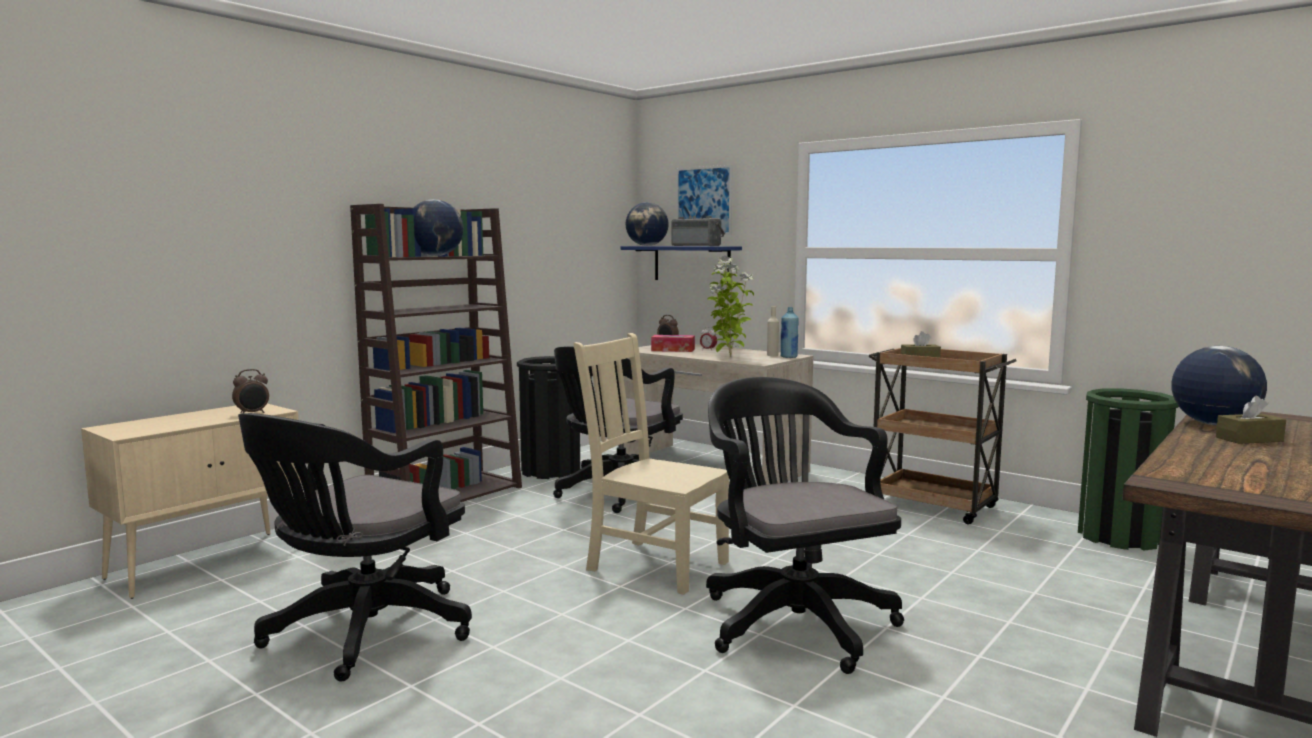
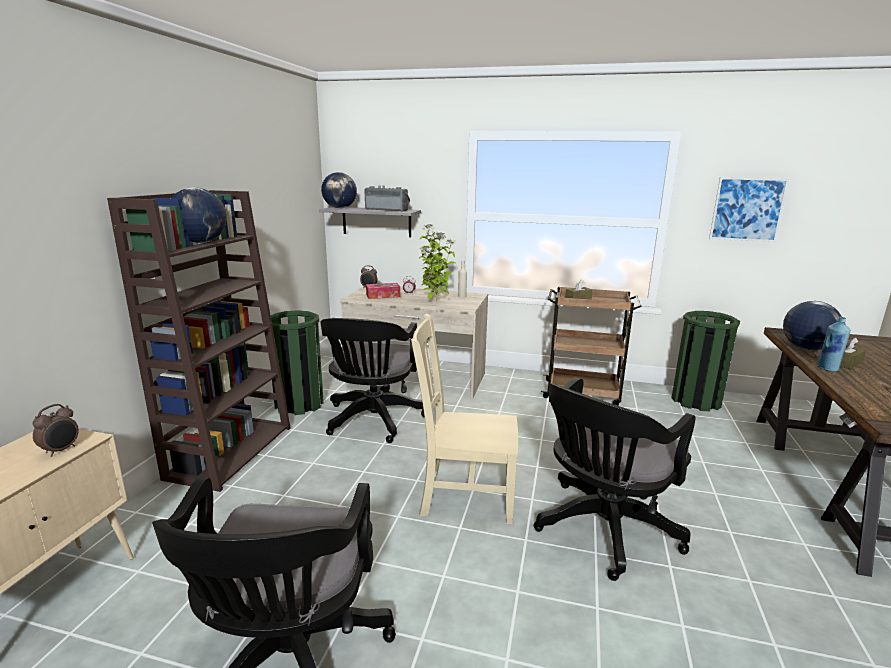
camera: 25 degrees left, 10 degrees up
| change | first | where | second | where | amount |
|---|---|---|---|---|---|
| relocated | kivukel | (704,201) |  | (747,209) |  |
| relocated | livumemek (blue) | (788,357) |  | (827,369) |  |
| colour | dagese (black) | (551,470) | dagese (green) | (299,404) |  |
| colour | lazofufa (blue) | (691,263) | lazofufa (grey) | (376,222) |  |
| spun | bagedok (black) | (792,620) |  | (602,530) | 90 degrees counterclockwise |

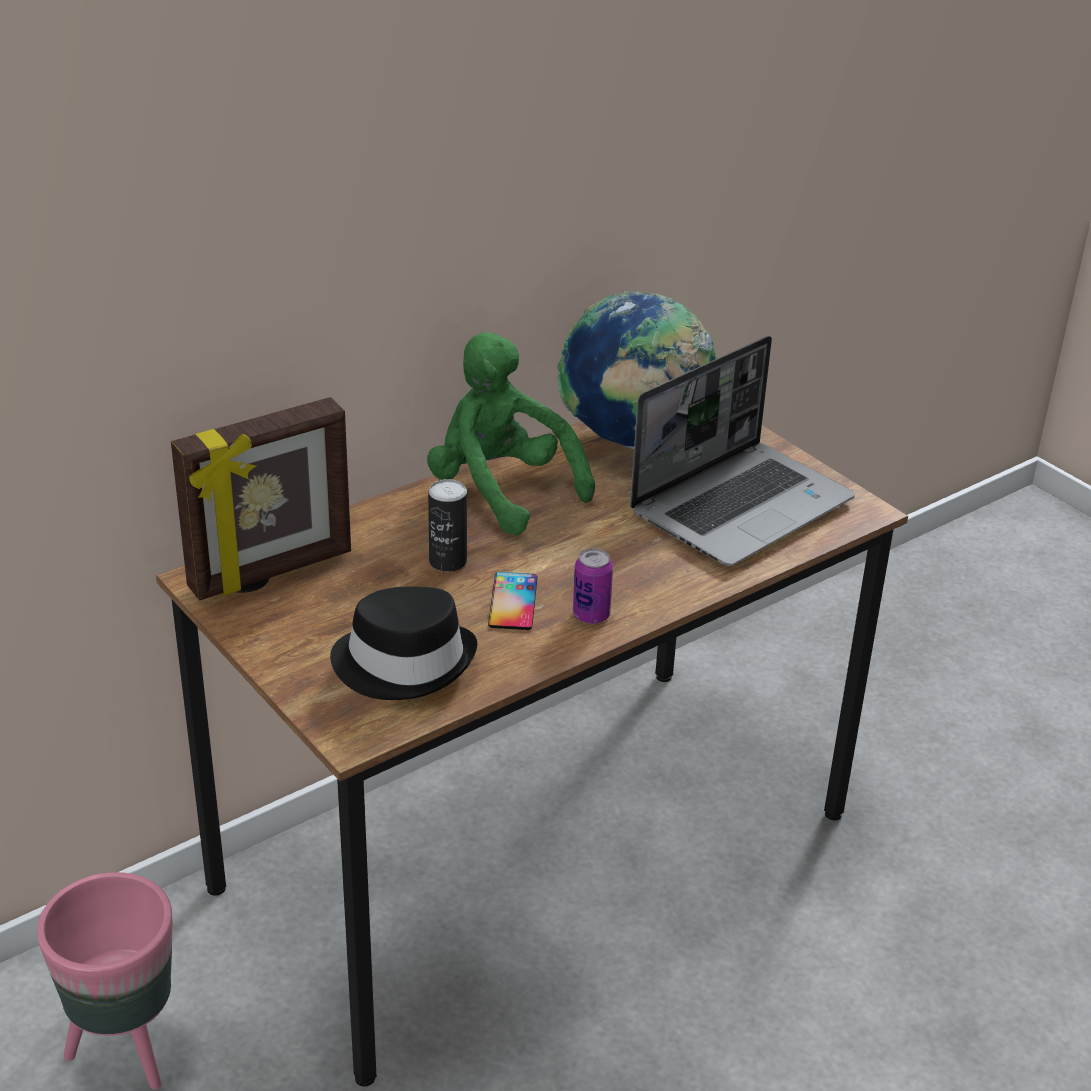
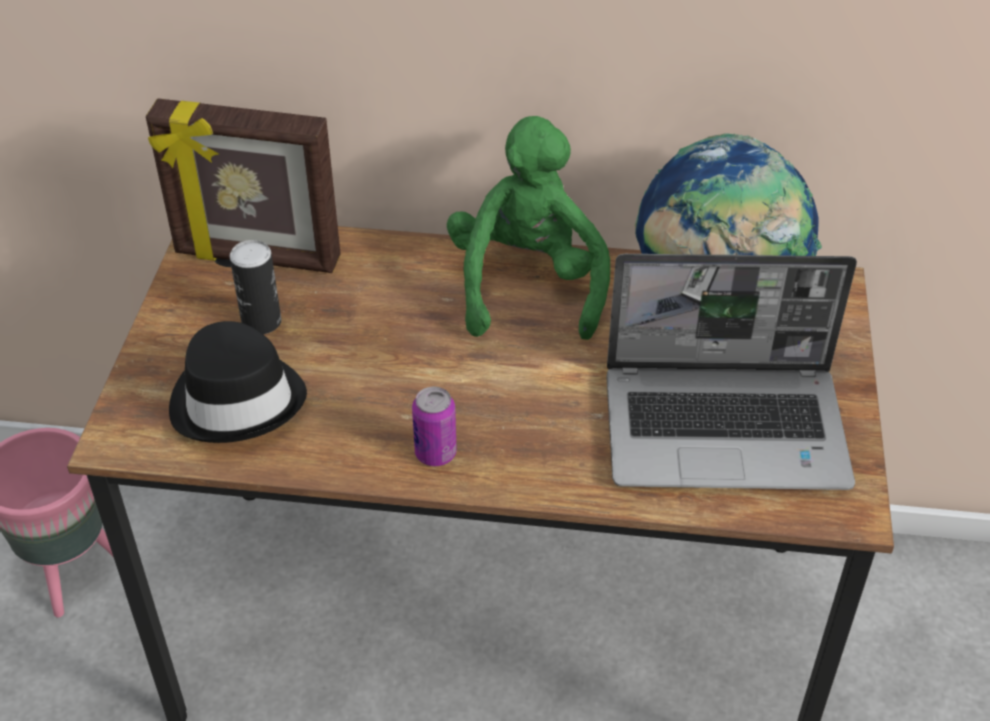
camera: 45 degrees right, 10 degrees up
| change | first | where | second | where | amount |
|---|---|---|---|---|---|
| missing | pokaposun | (513,601) |  |  |  |
| relocated | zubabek | (448,561) |  | (261,322) |  |

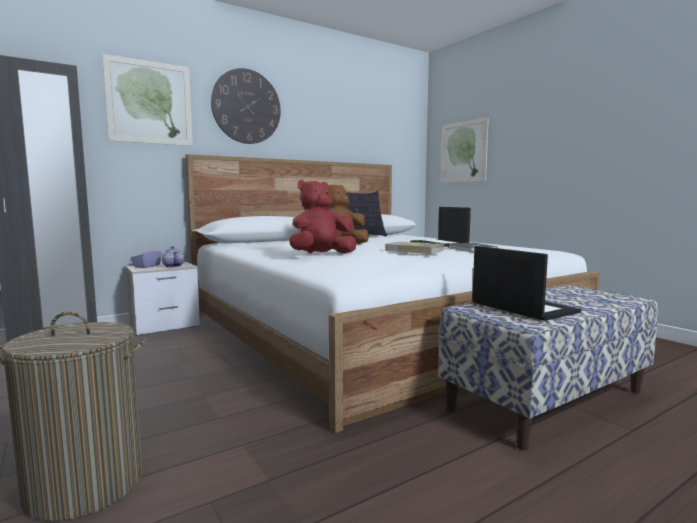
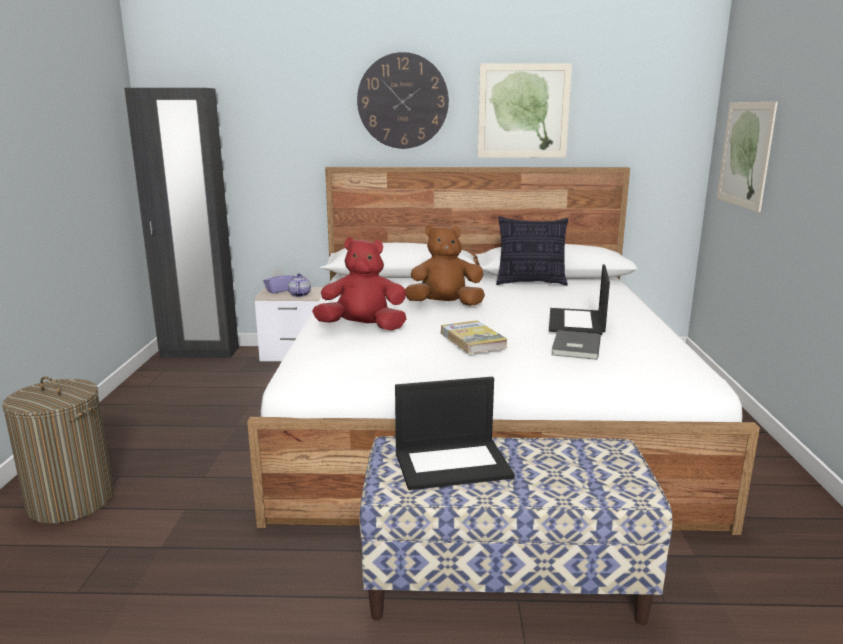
camera: 35 degrees right, 10 degrees up
| change | first | where | second | where | amount |
|---|---|---|---|---|---|
| relocated | kivukel | (150,102) |  | (523,111) |  |
| spun | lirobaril | (522,307) |  | (453,463) | 75 degrees clockwise |

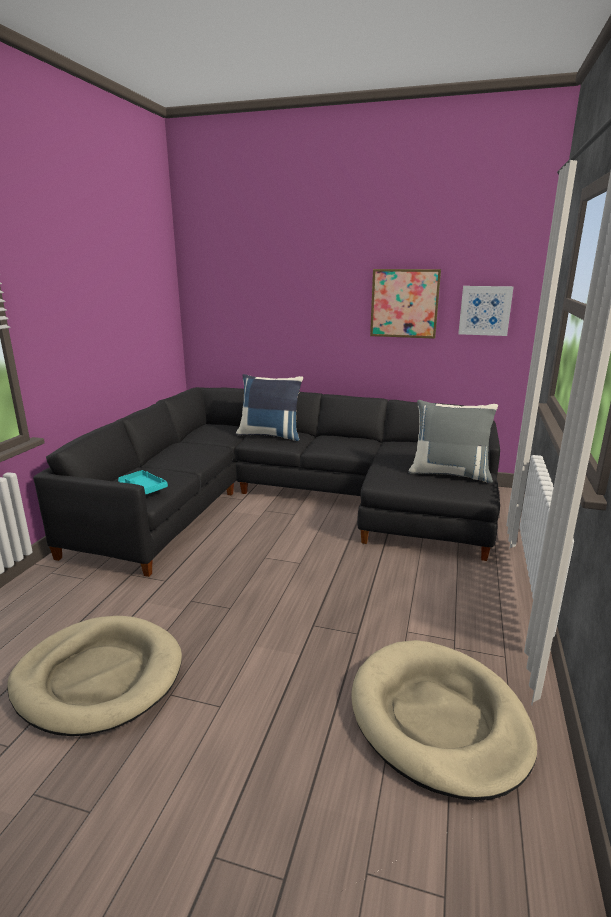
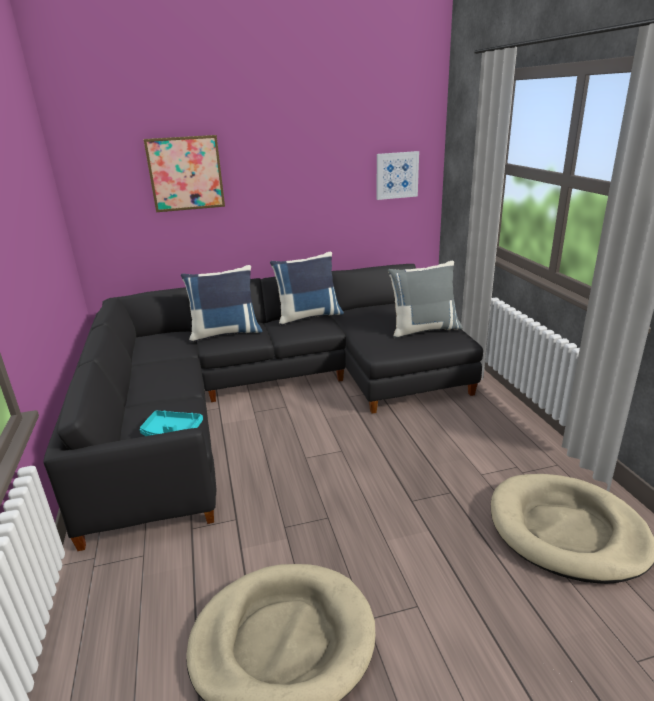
camera: 30 degrees left, 5 degrees up
| change | first | where | second | where | amount |
|---|---|---|---|---|---|
| appeared |  |  | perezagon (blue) | (308,316) |  |
| relocated | kivukel | (404,303) |  | (185,173) |  |

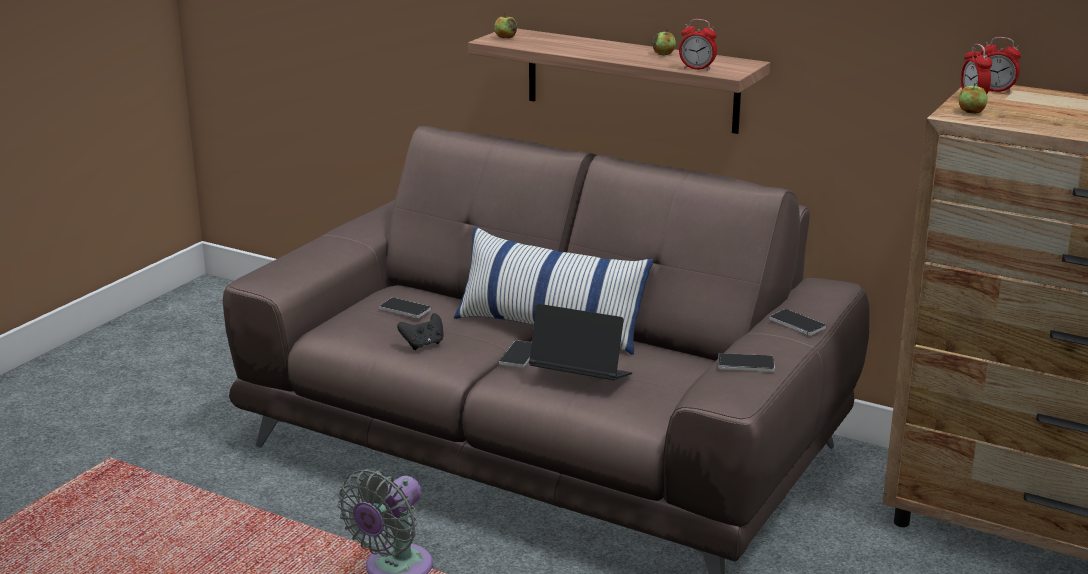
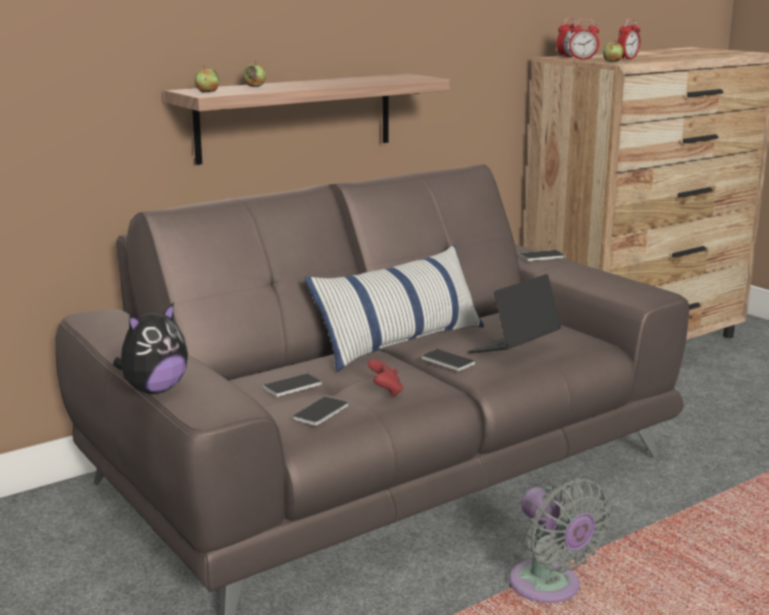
camera: 65 degrees left, 5 degrees down
| change | first | where | second | where | amount |
|---|---|---|---|---|---|
| appeared |  |  | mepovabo | (154,390) |  |
| relocated | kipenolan | (663,54) |  | (255,86) |  |
| relocated | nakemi | (697,68) |  | (627,59) |  |
| relocated | pokaposun | (745,364) |  | (321,412) |  |
| colour | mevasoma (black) | (423,344) | mevasoma (red) | (386,392) |  |

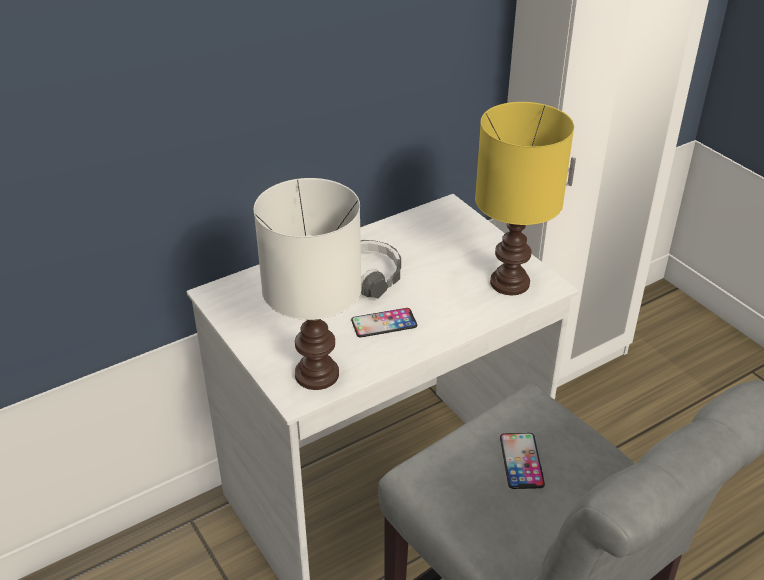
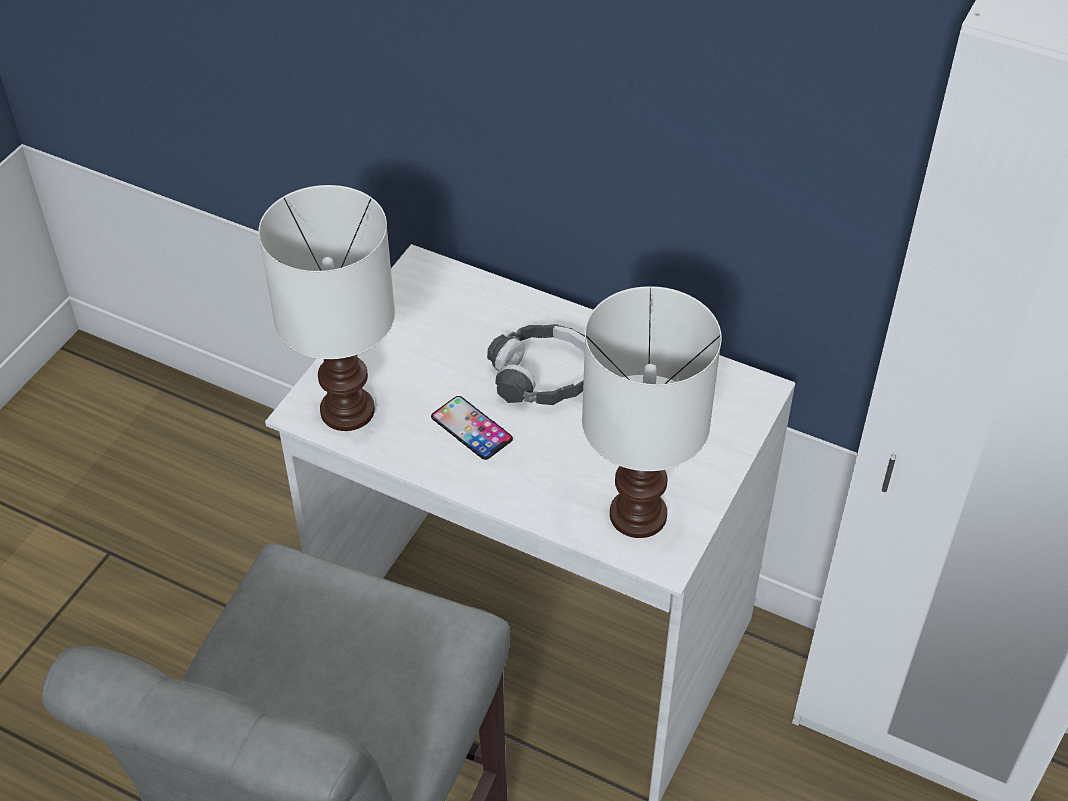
camera: 60 degrees right, 10 degrees up
| change | first | where | second | where | amount |
|---|---|---|---|---|---|
| missing | pokaposun | (521,461) |  |  |  |
| colour | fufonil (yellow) | (508,283) | fufonil (white) | (635,514) |  |

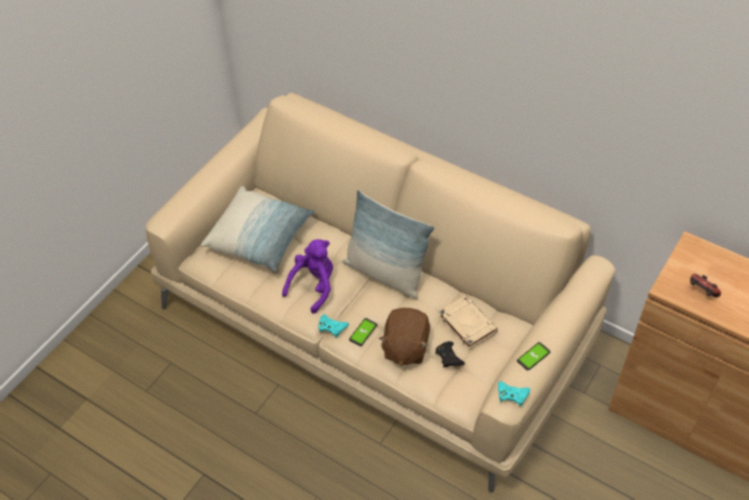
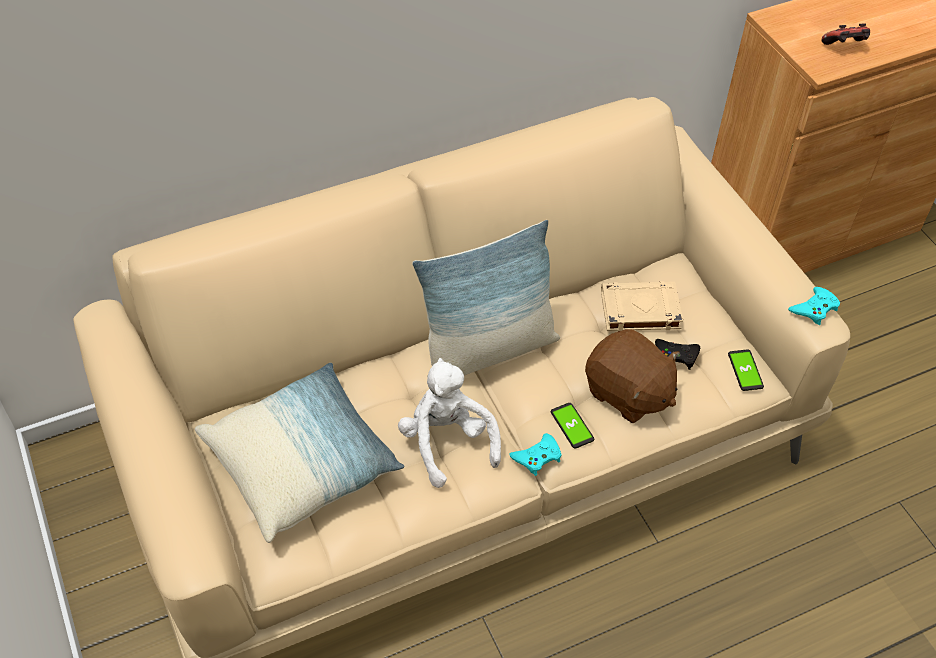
camera: 60 degrees left, 0 degrees up
| change | first | where | second | where | amount |
|---|---|---|---|---|---|
| relocated | pokaposun | (533,356) |  | (745,370) |  |
| colour | mepovabo (purple) | (313,286) | mepovabo (white) | (447,442) |  |

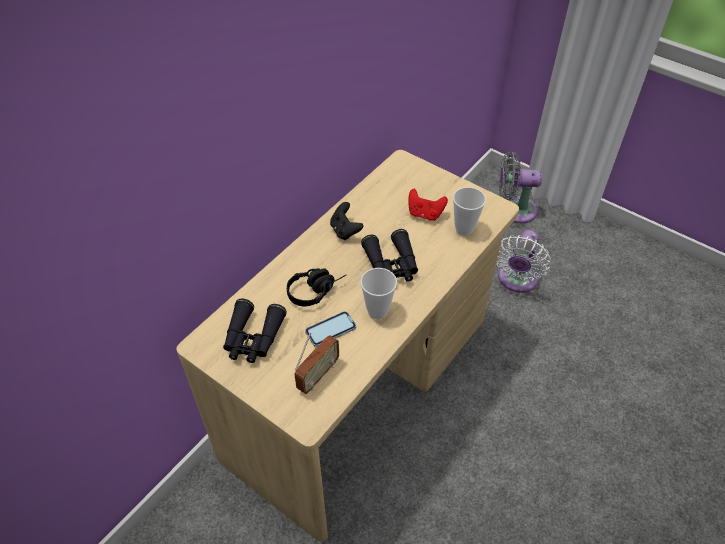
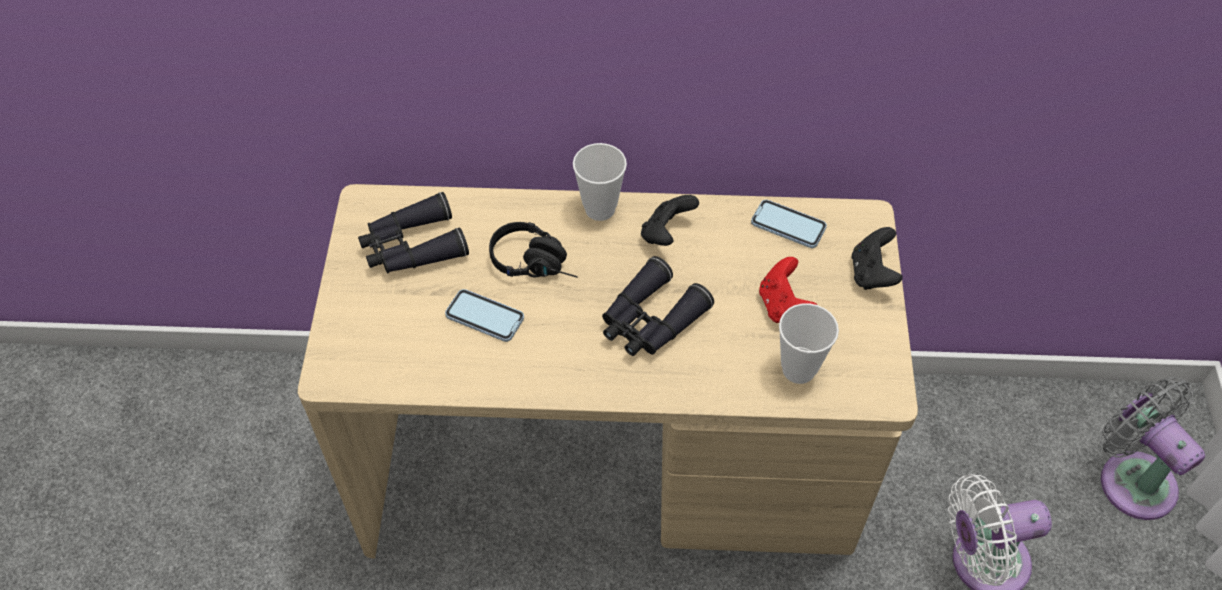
camera: 55 degrees right, 5 degrees up
| change | first | where | second | where | amount |
|---|---|---|---|---|---|
| missing | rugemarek | (318,375) |  |  |  |
| appeared |  |  | pokaposun | (788,225) |  |
| appeared |  |  | mevasoma (black) | (872,273) |  |
| relocated | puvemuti | (377,311) |  | (600,209) |  |

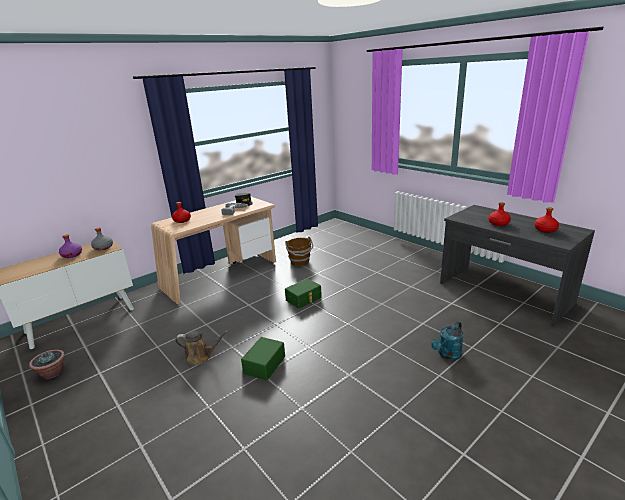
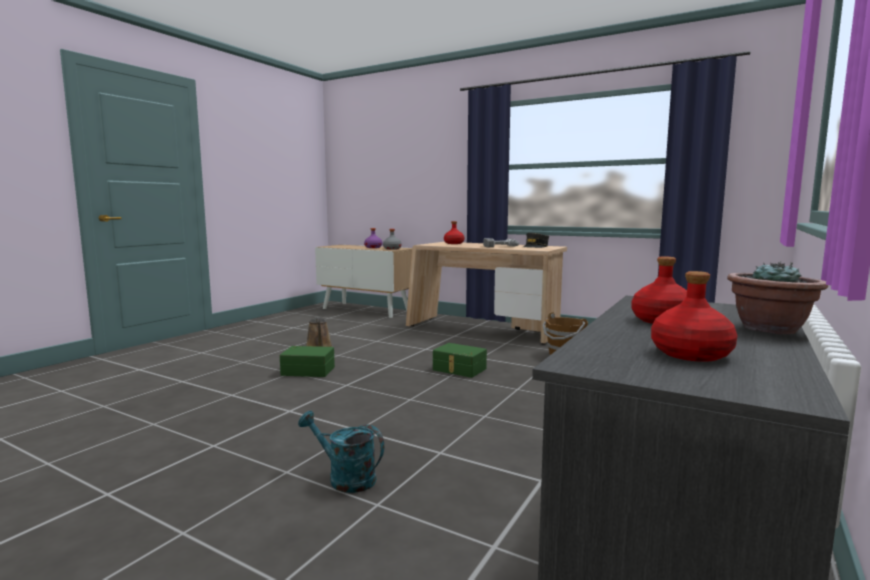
camera: 70 degrees right, 15 degrees down
| change | first | where | second | where | amount |
|---|---|---|---|---|---|
| relocated | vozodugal | (52,373) |  | (770,329) |  |

